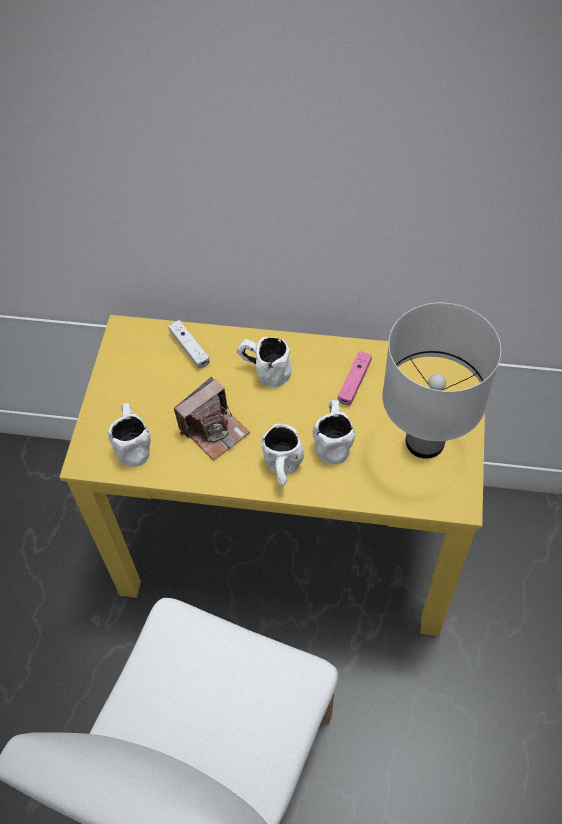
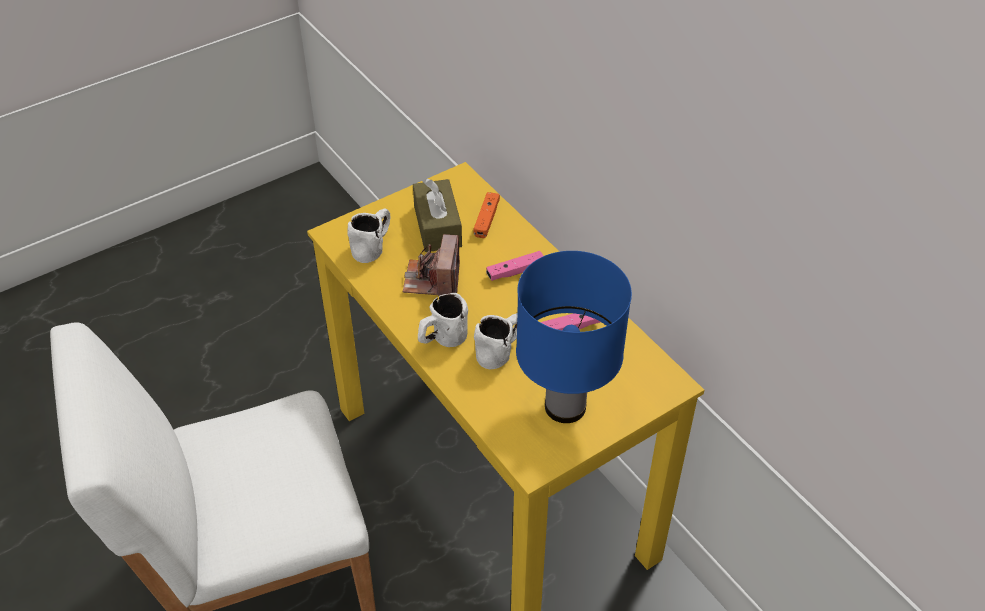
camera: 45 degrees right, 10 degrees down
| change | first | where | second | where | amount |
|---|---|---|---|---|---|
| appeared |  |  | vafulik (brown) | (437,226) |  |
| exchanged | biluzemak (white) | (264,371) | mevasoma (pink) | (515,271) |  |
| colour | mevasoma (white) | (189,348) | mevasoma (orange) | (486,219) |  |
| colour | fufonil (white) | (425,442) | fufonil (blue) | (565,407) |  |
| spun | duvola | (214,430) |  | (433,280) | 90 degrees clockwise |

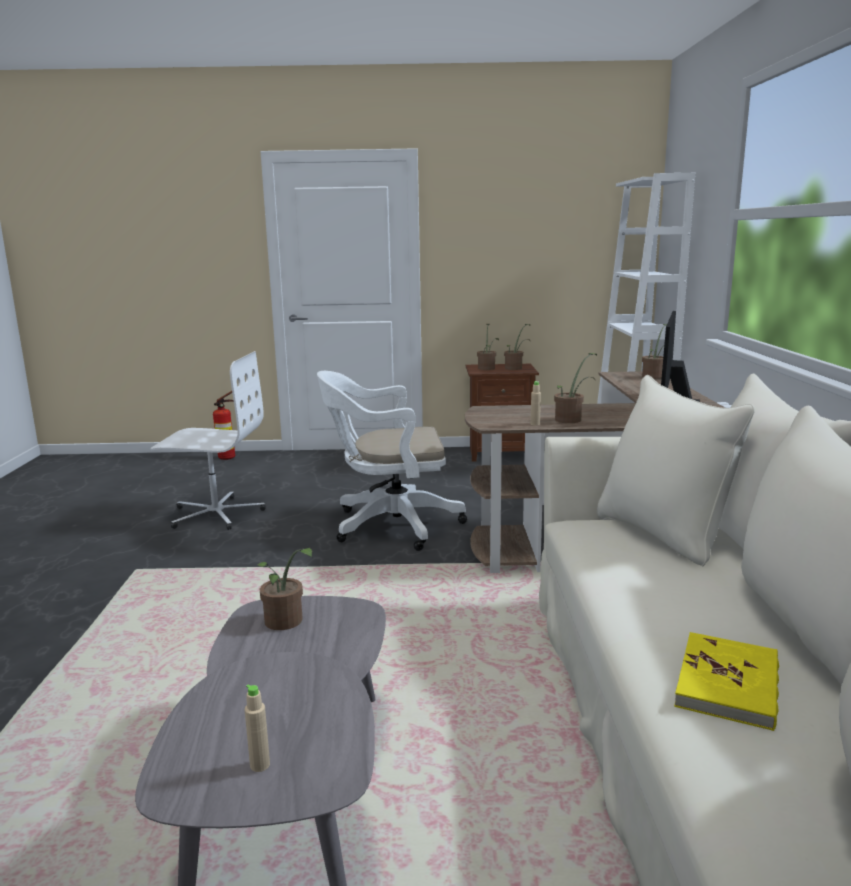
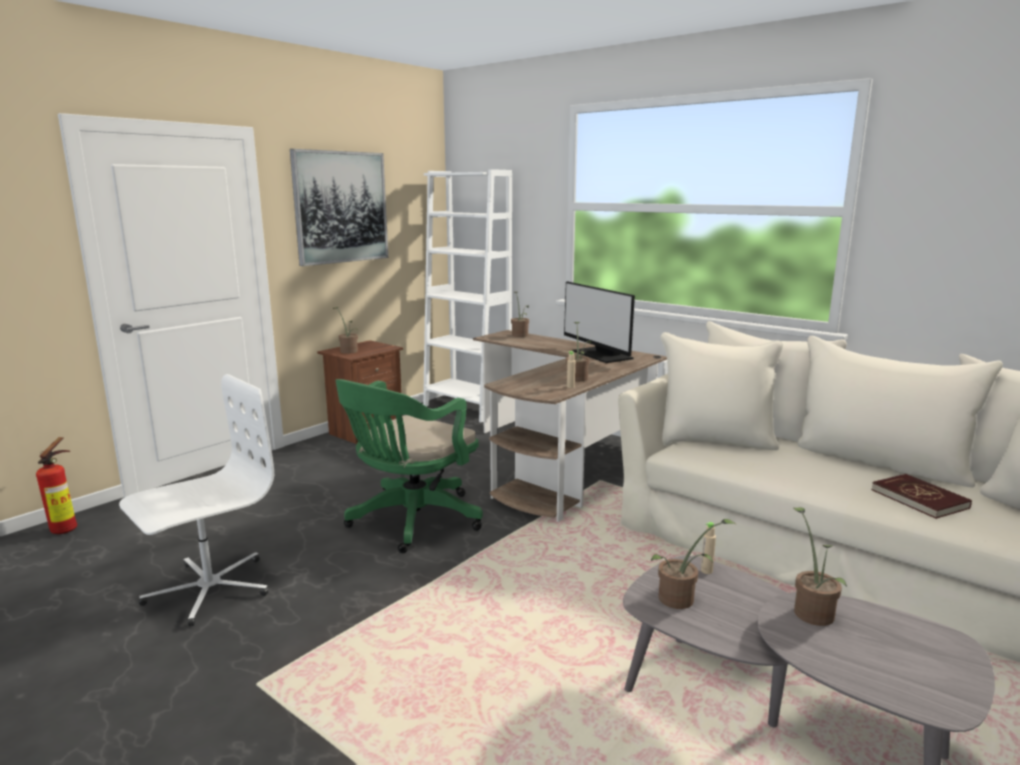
camera: 50 degrees left, 0 degrees up
| change | first | where | second | where | amount |
|---|---|---|---|---|---|
| appeared |  |  | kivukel | (341,207) |  |
| relocated | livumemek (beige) | (260,765) |  | (706,571) |  |
| relocated | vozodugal | (515,368) |  | (812,610) |  |
| colour | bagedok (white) | (389,525) | bagedok (green) | (410,522) |  |
| colour | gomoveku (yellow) | (728,684) | gomoveku (red) | (919,499) |  |

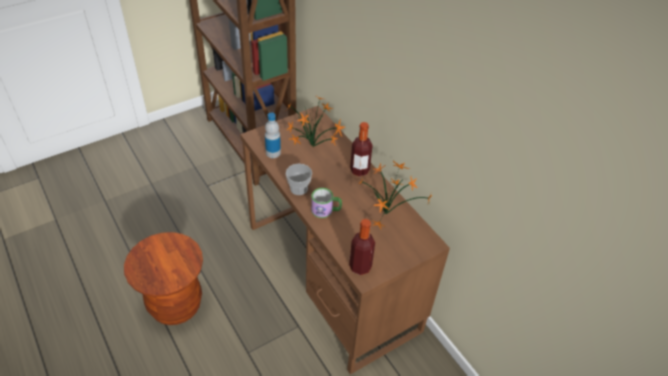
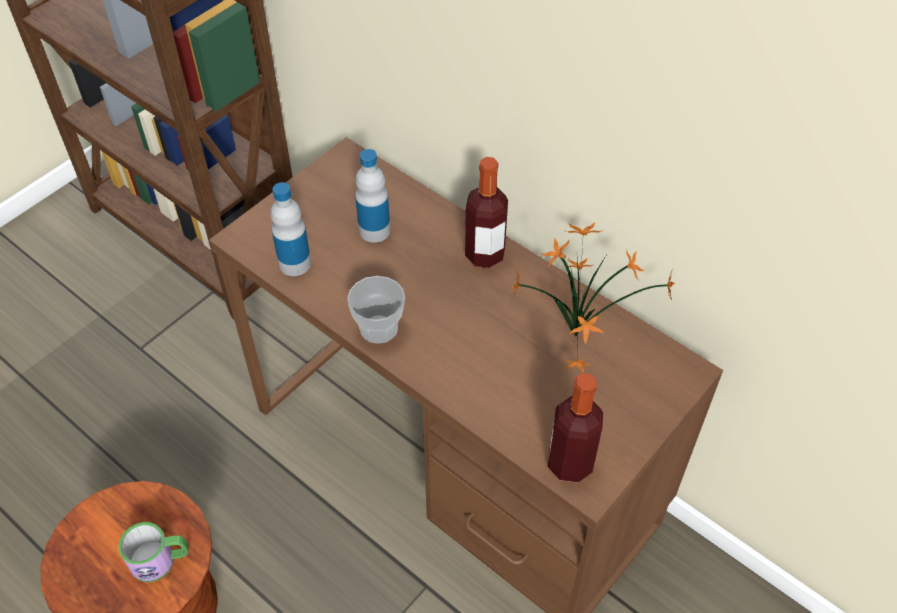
camera: 15 degrees left, 5 degrees up
| change | first | where | second | where | amount |
|---|---|---|---|---|---|
| relocated | biluzemak | (326,210) |  | (160,560) |  |
| exchanged | vozodugal | (314,148) | livumemek | (374,230) |  |

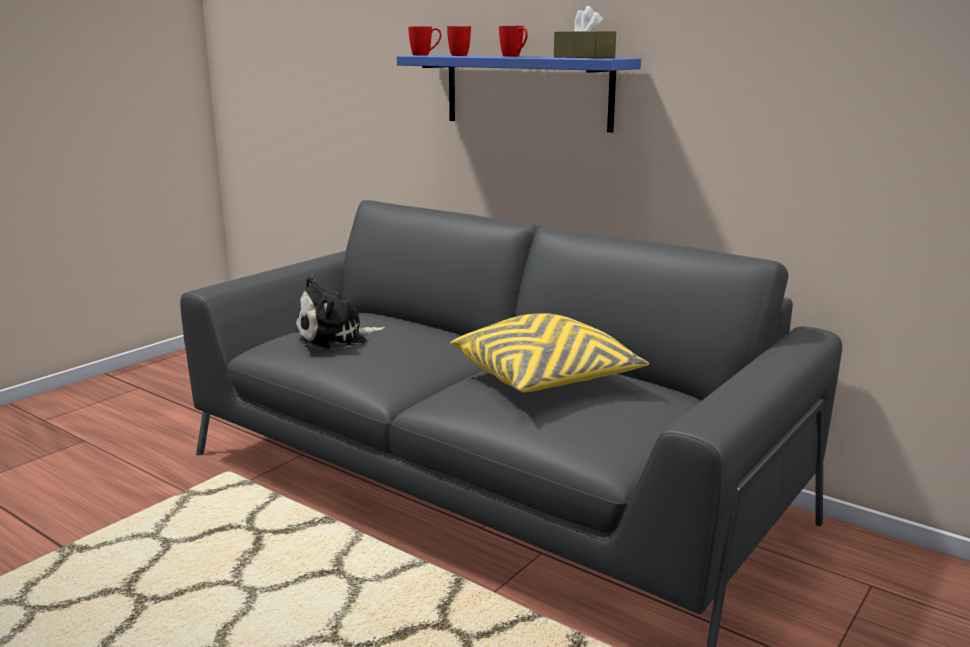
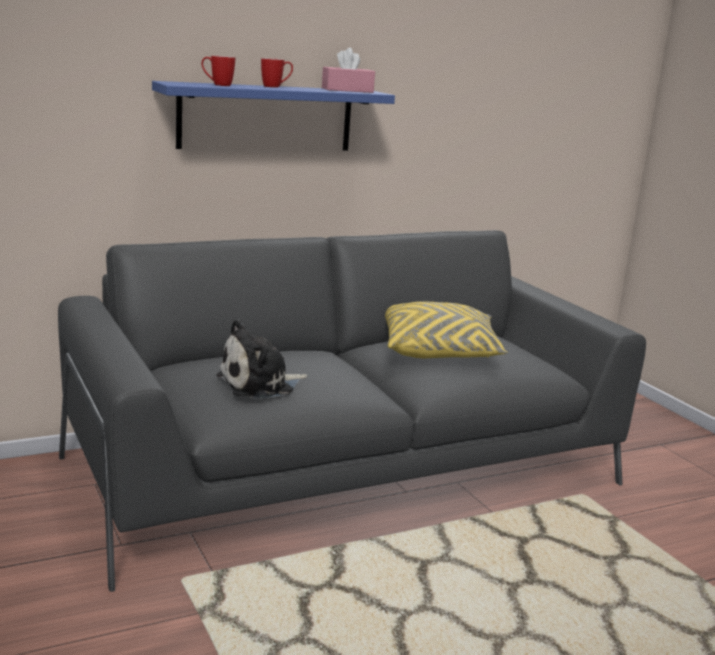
camera: 65 degrees left, 0 degrees up
| change | first | where | second | where | amount |
|---|---|---|---|---|---|
| missing | biluzemak | (425,55) |  |  |  |
| colour | vafulik (brown) | (584,57) | vafulik (pink) | (347,90) |  |
| spun | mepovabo | (336,338) |  | (260,384) | 60 degrees clockwise |

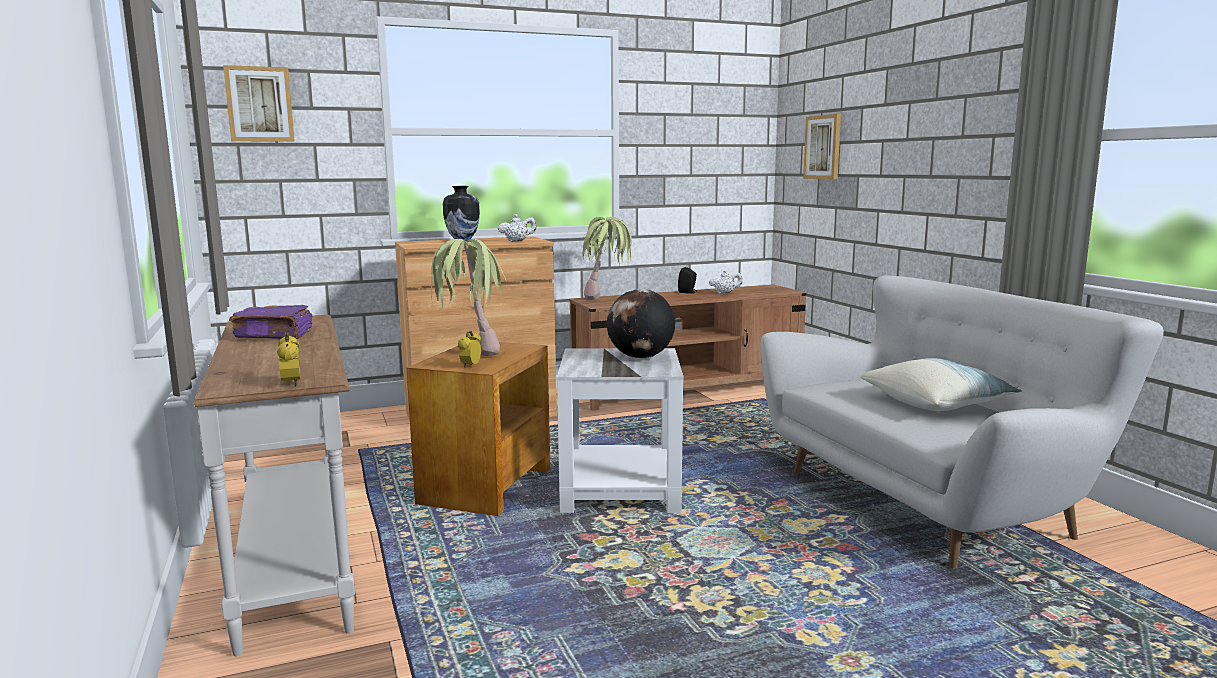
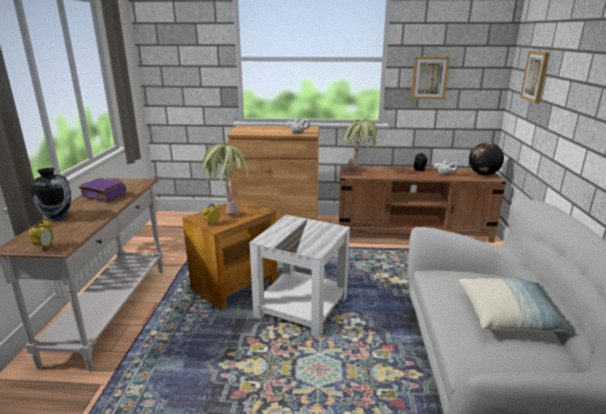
camera: 25 degrees right, 10 degrees up
| change | first | where | second | where | amount |
|---|---|---|---|---|---|
| relocated | kivukel | (259,104) |  | (429,78) |  |
| relocated | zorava | (462,240) |  | (57,217) |  |
| relocated | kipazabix | (640,357) |  | (483,174) |  |

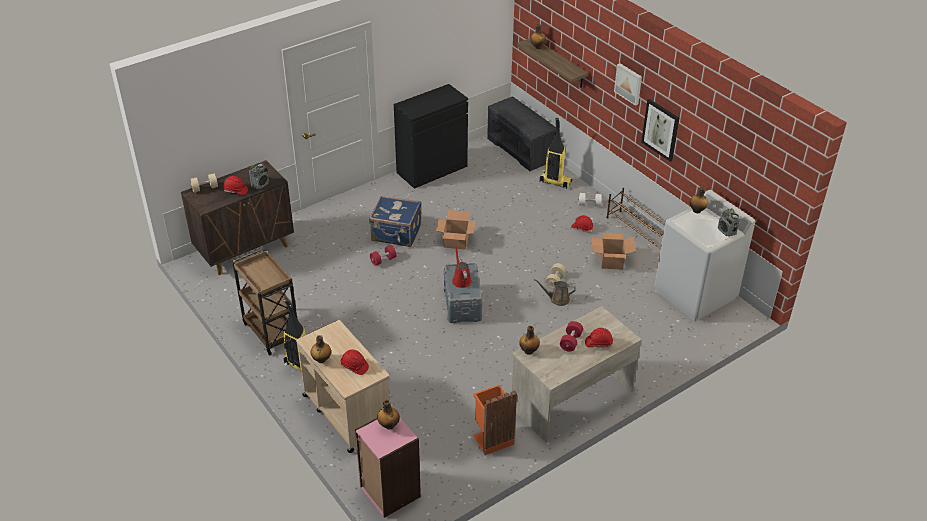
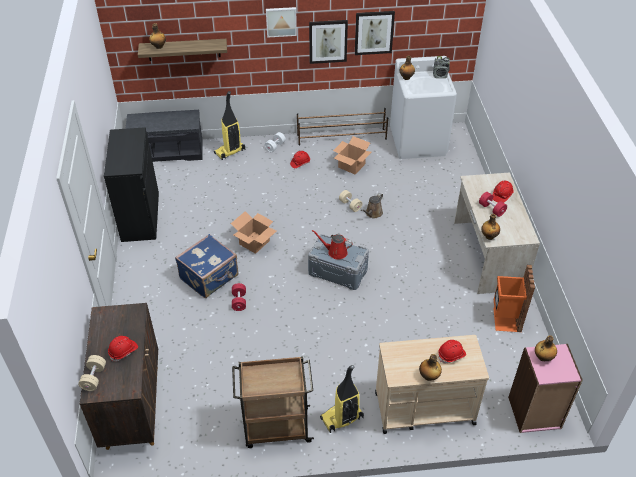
camera: 60 degrees left, 5 degrees up
| change | first | where | second | where | amount |
|---|---|---|---|---|---|
| missing | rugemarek | (260,184) |  |  |  |
| appeared |  |  | kivukel | (374,32) |  |

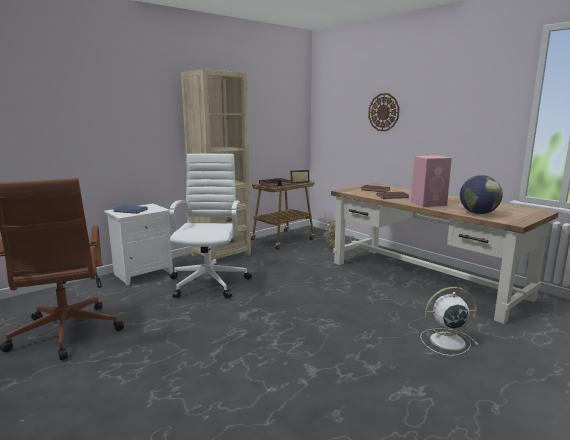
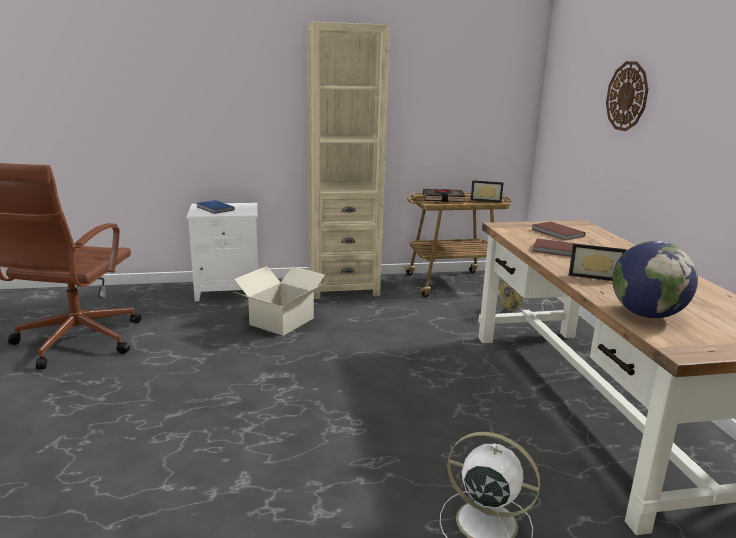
camera: 30 degrees right, 5 degrees up
| change | first | where | second | where | amount |
|---|---|---|---|---|---|
| exchanged | bagedok (white) | (209,282) | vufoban | (282,321) |  |
| exchanged | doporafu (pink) | (429,203) | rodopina | (594,276) |  |

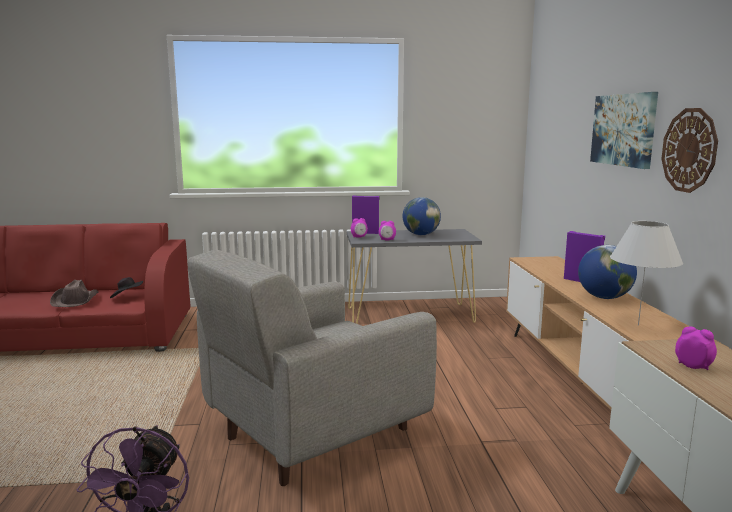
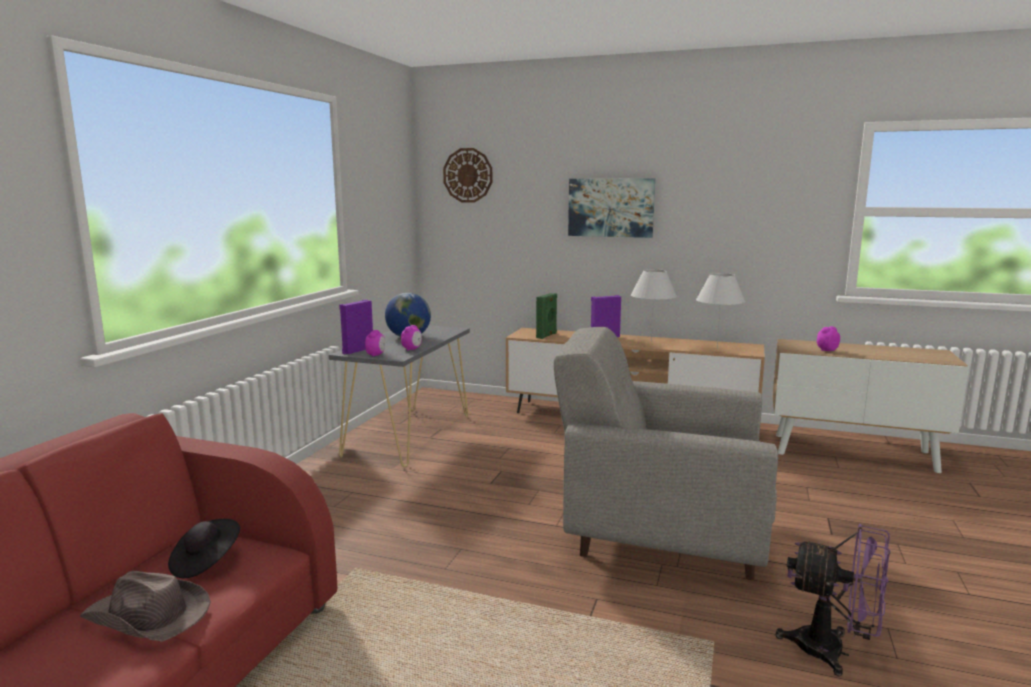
camera: 65 degrees left, 0 degrees up
| change | first | where | second | where | amount |
|---|---|---|---|---|---|
| appeared |  |  | doporafu (green) | (547,335) |  |
| relocated | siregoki | (689,150) |  | (468,175) |  |
| exchanged | kipazabix | (604,297) | fufonil (white) | (651,342) |  |
| spun | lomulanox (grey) | (312,435) |  | (659,537) | 120 degrees clockwise |

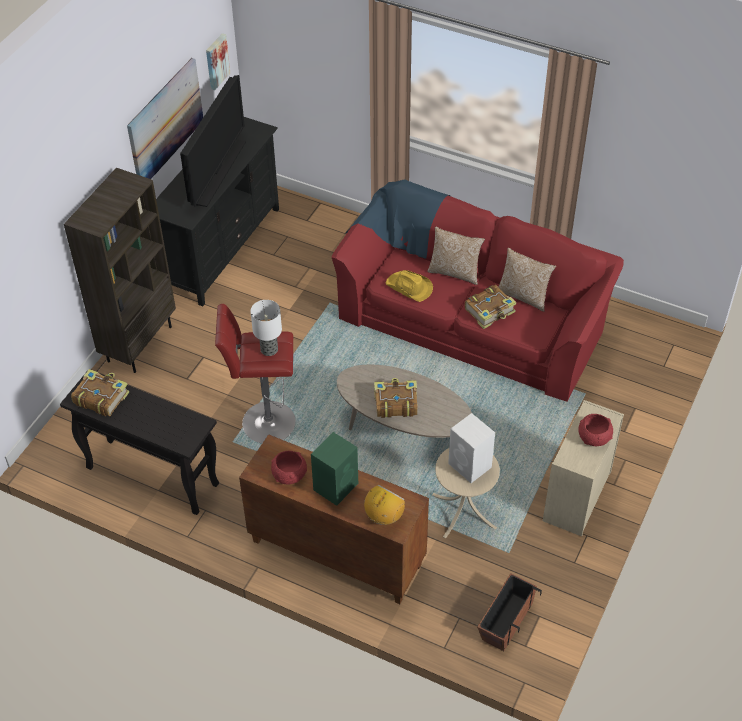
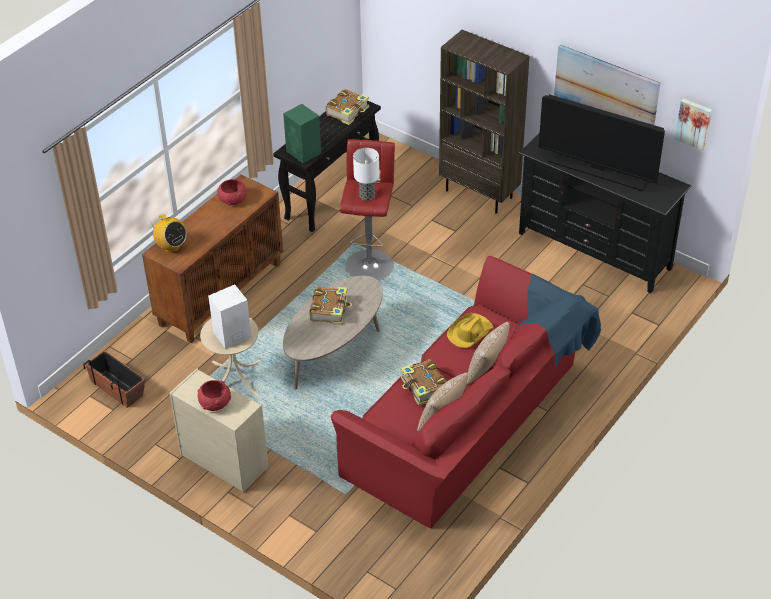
camera: 100 degrees right, 5 degrees down
| change | first | where | second | where | amount |
|---|---|---|---|---|---|
| relocated | doporafu (green) | (336,486) |  | (304,152) |  |

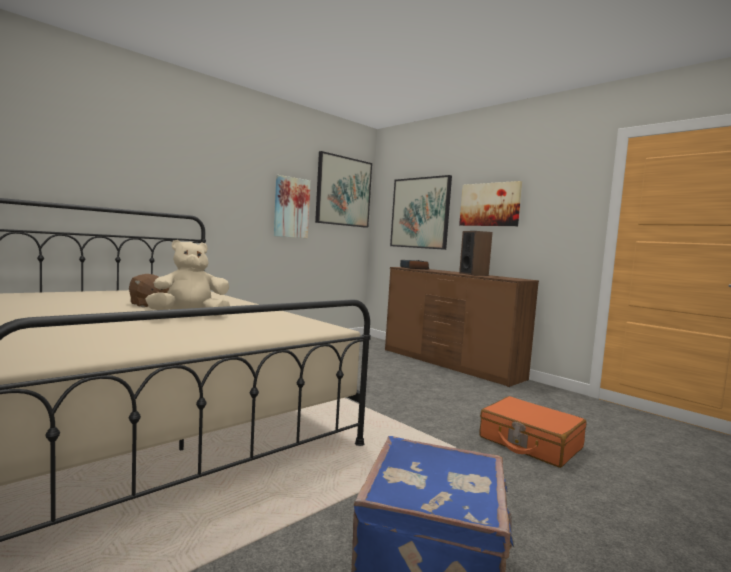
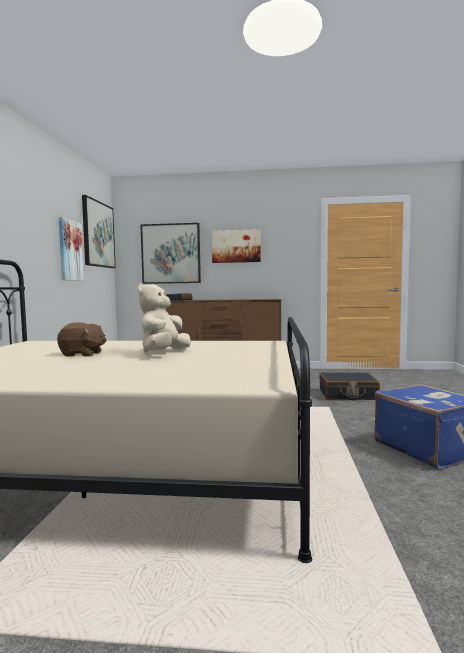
camera: 40 degrees left, 0 degrees up
| change | first | where | second | where | amount |
|---|---|---|---|---|---|
| missing | doporafu | (473,274) |  |  |  |
| colour | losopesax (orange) | (530,443) | losopesax (black) | (348,395) |  |

